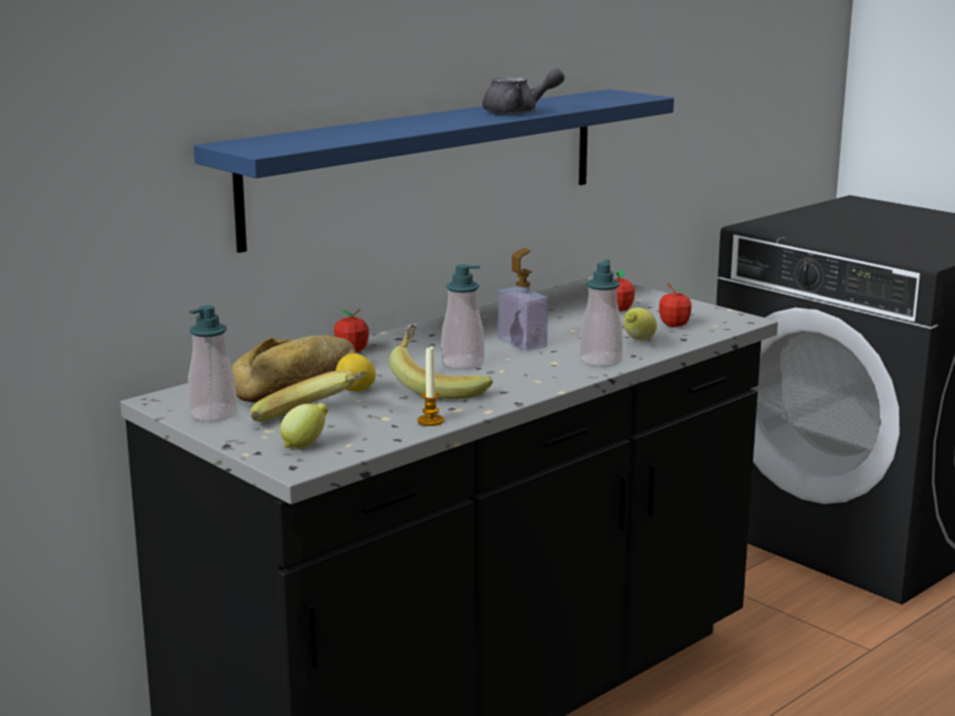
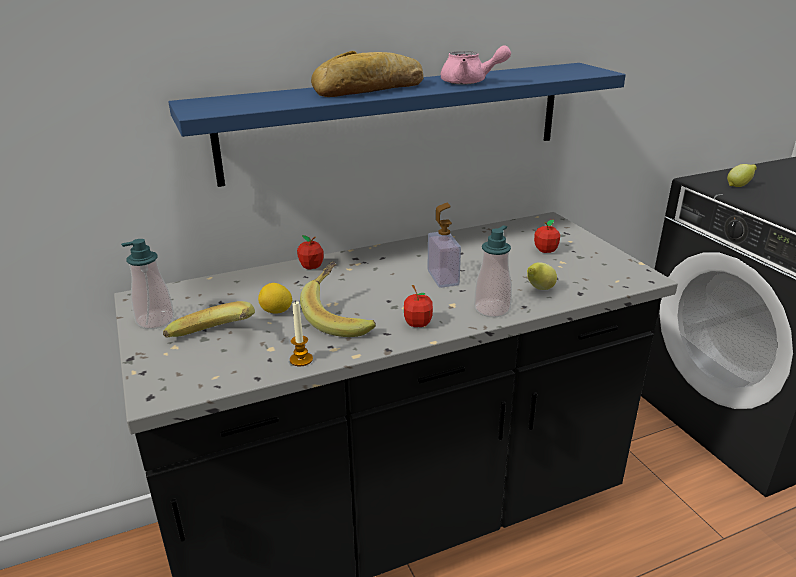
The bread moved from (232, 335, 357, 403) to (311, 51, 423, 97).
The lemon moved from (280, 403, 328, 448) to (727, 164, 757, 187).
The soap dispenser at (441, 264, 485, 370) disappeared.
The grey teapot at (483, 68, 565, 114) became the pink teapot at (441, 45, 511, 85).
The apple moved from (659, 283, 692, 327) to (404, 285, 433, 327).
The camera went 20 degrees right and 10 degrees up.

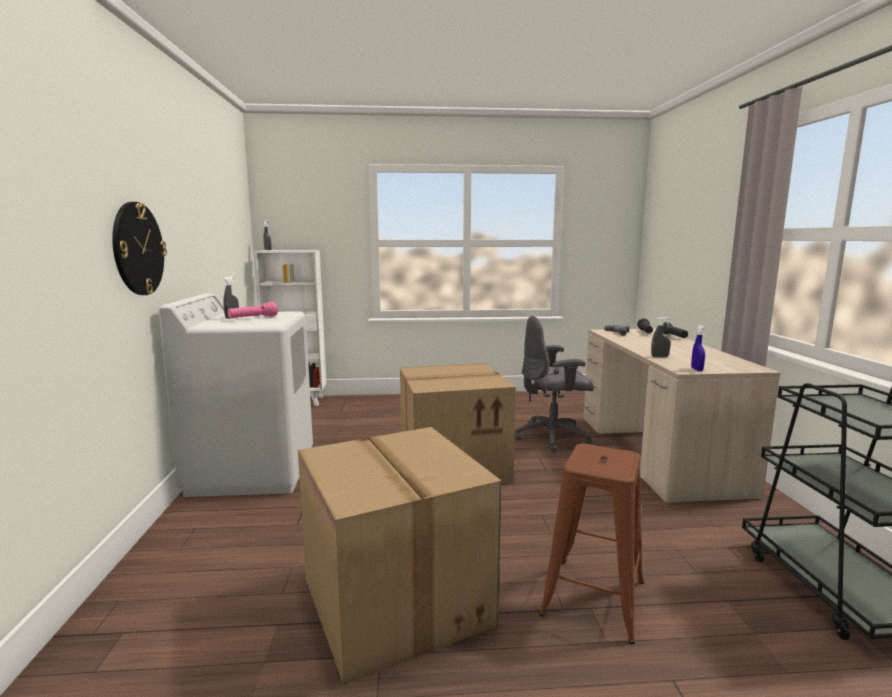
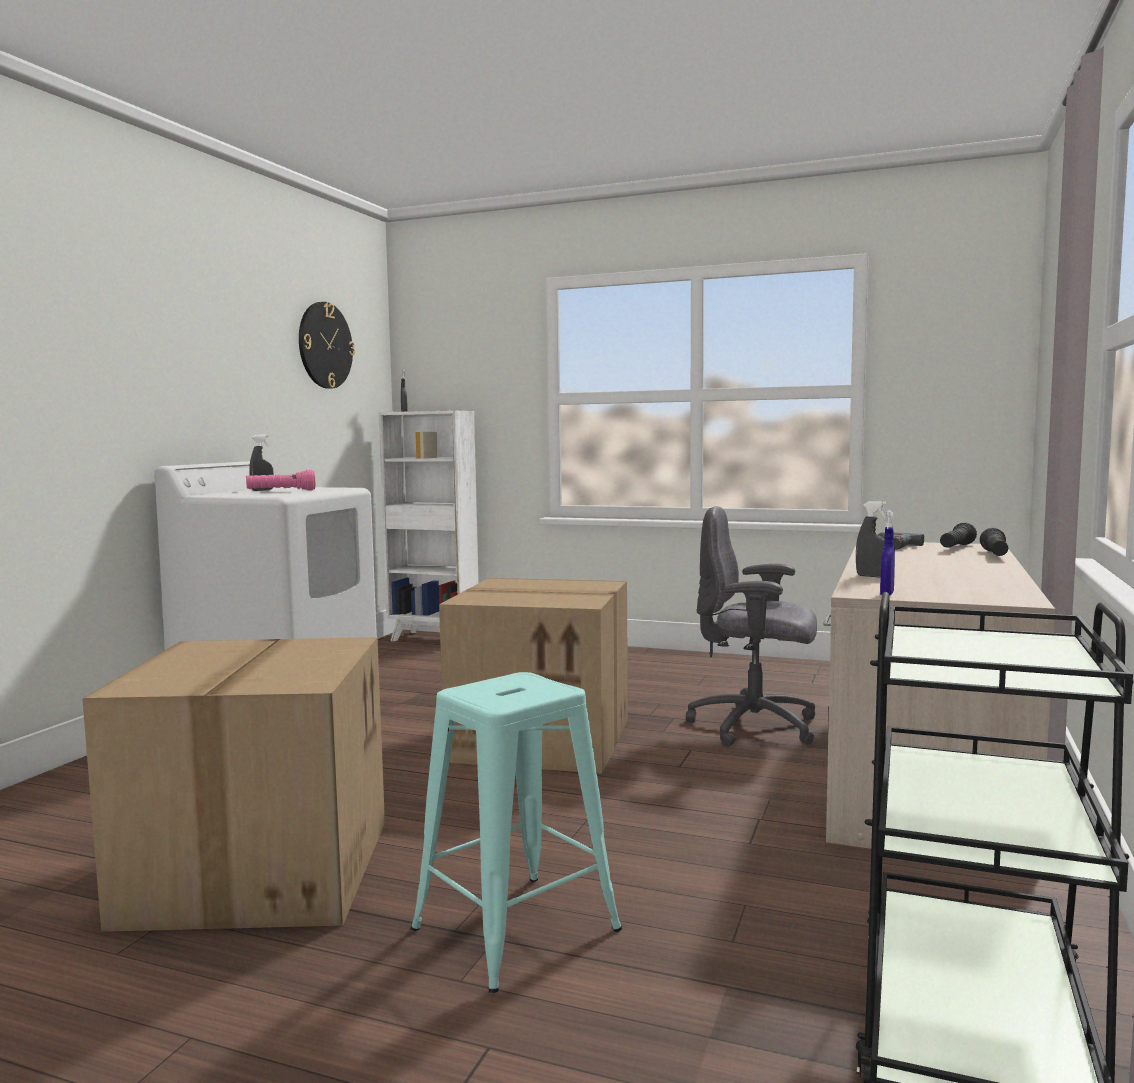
The wall clock moved from (112, 202, 167, 295) to (299, 302, 355, 389).
The brown stool at (539, 443, 644, 644) became the turquoise stool at (411, 672, 622, 993).
The camera went 25 degrees right and 5 degrees down.

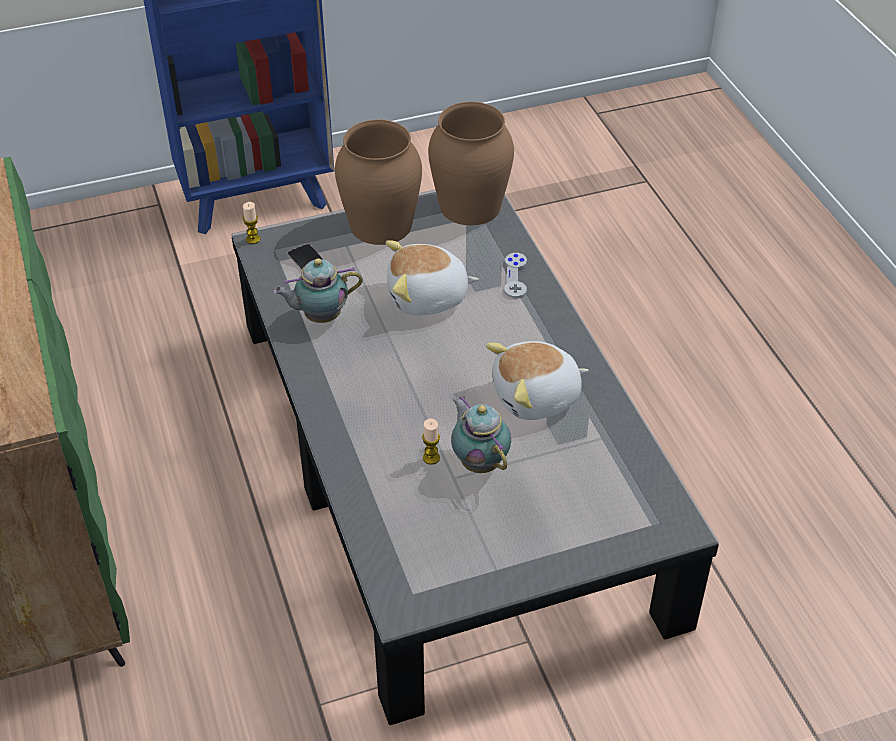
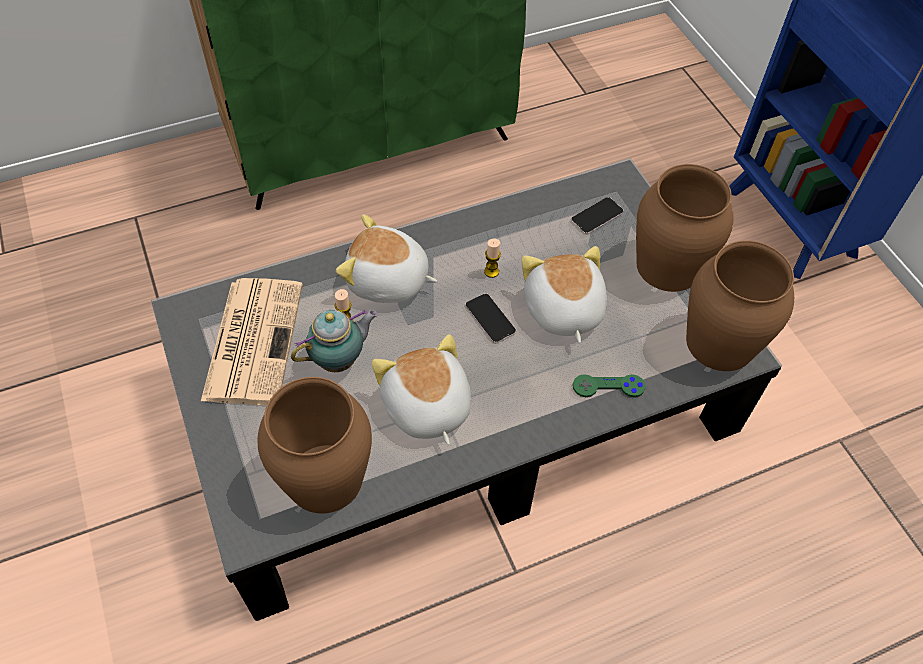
The candle moved from (243, 202, 260, 244) to (484, 239, 501, 278).
The teapot at (273, 258, 363, 323) disappeared.
The grey game controller at (504, 253, 527, 298) became the green game controller at (573, 374, 646, 397).
The newspaper at (201, 278, 303, 405) appeared.
The brown vase at (258, 377, 372, 514) appeared.
The plush toy at (336, 214, 437, 303) appeared.
The phone at (465, 293, 516, 343) appeared.
The camera went 85 degrees right and 10 degrees up.

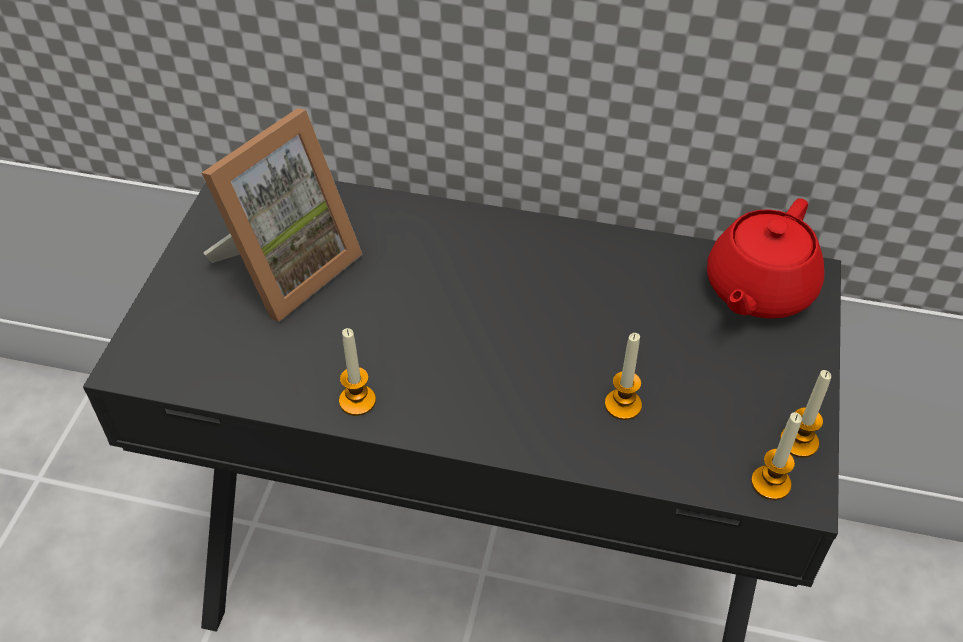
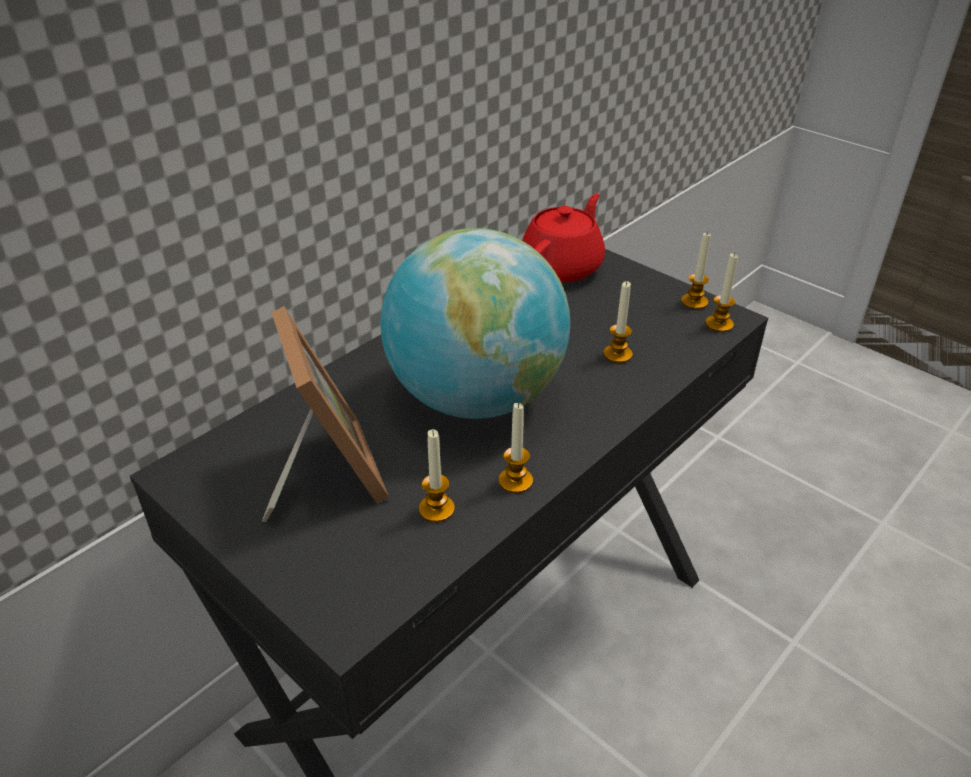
The red teapot at (707, 198, 824, 319) turned 120 degrees counterclockwise.
The globe at (380, 228, 570, 419) appeared.
The candle at (419, 429, 455, 522) appeared.
The camera went 60 degrees left and 10 degrees down.

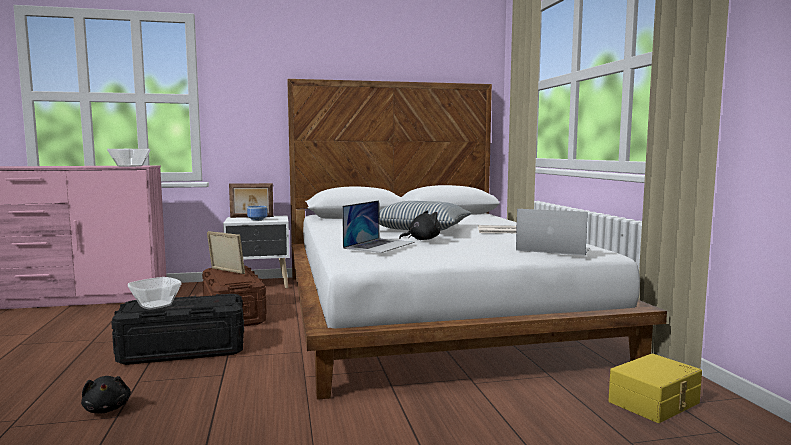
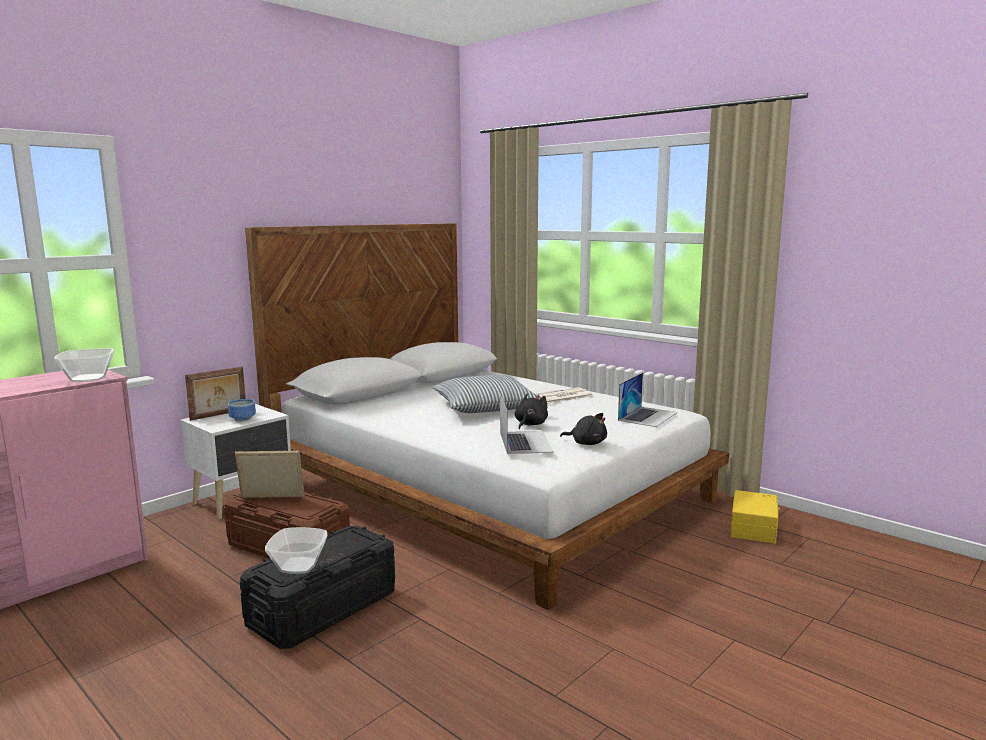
The black plush toy moved from (81, 376, 131, 413) to (560, 413, 607, 445).
The laptop at (516, 209, 589, 256) turned 135 degrees clockwise.
The camera went 35 degrees left and 5 degrees up.

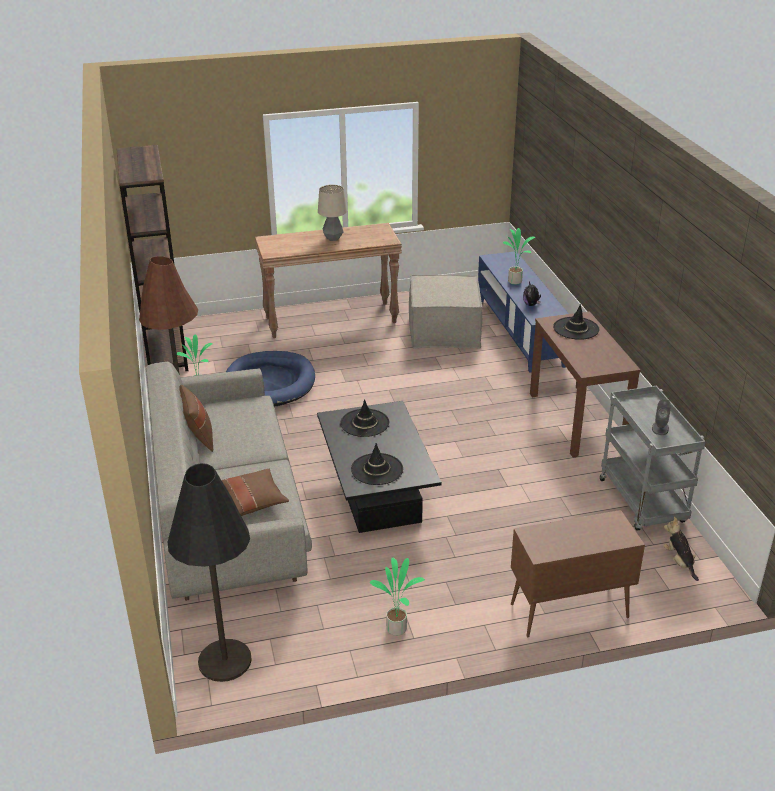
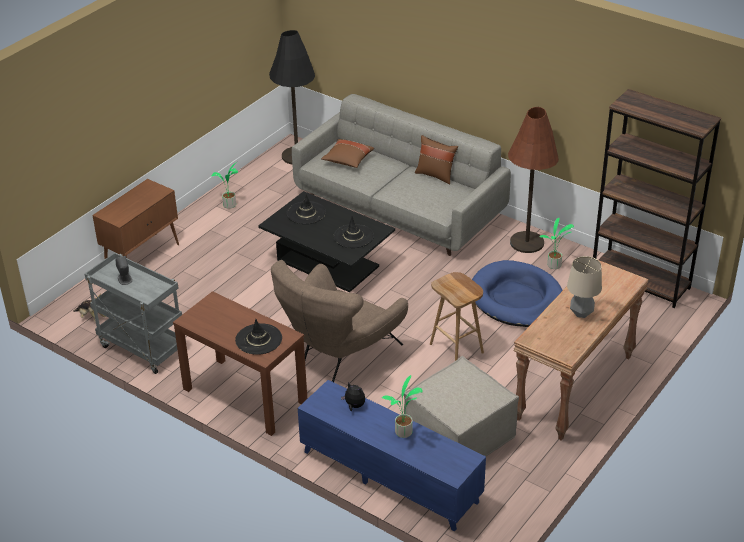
The brown armchair at (271, 260, 408, 382) appeared.
The brown stool at (430, 272, 484, 361) appeared.
The camera went 140 degrees right and 5 degrees up.

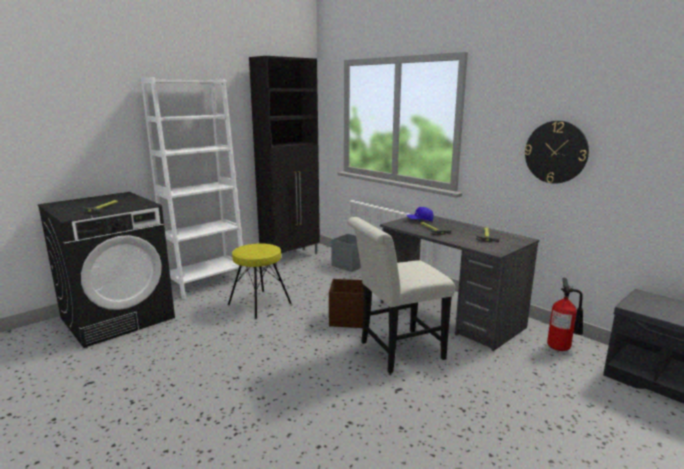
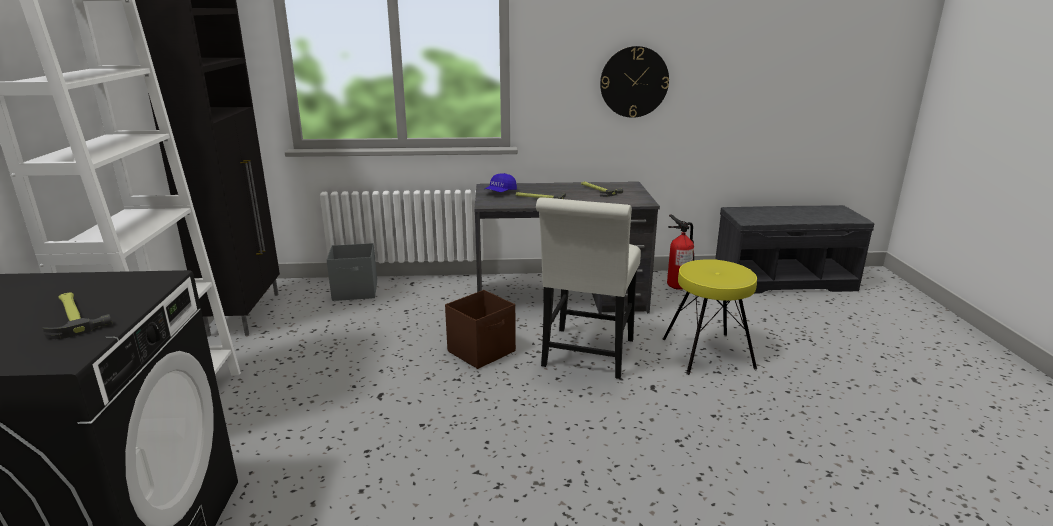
The yellow stool moved from (228, 243, 292, 319) to (662, 259, 757, 375).
The camera went 50 degrees left and 5 degrees up.

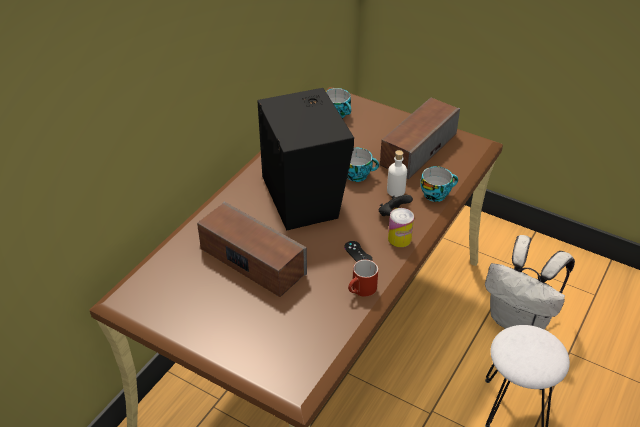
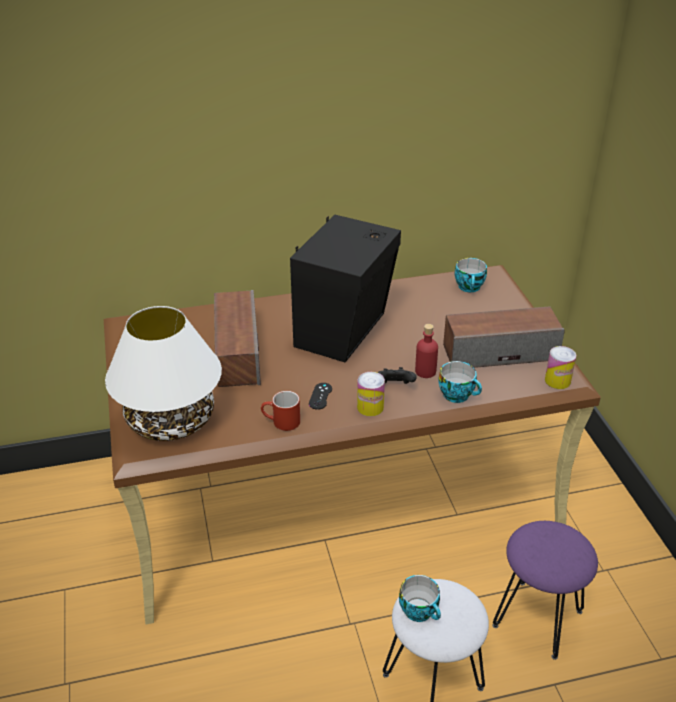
The cup moved from (347, 148, 379, 182) to (399, 575, 441, 622).
The white bottle at (387, 150, 407, 197) became the red bottle at (415, 324, 438, 378).
The white backpack at (485, 235, 575, 329) was replaced by the purple stool at (493, 521, 598, 660).
The white table lamp at (105, 306, 222, 441) appeared.
The can at (545, 346, 576, 389) appeared.
The camera went 45 degrees right and 5 degrees down.

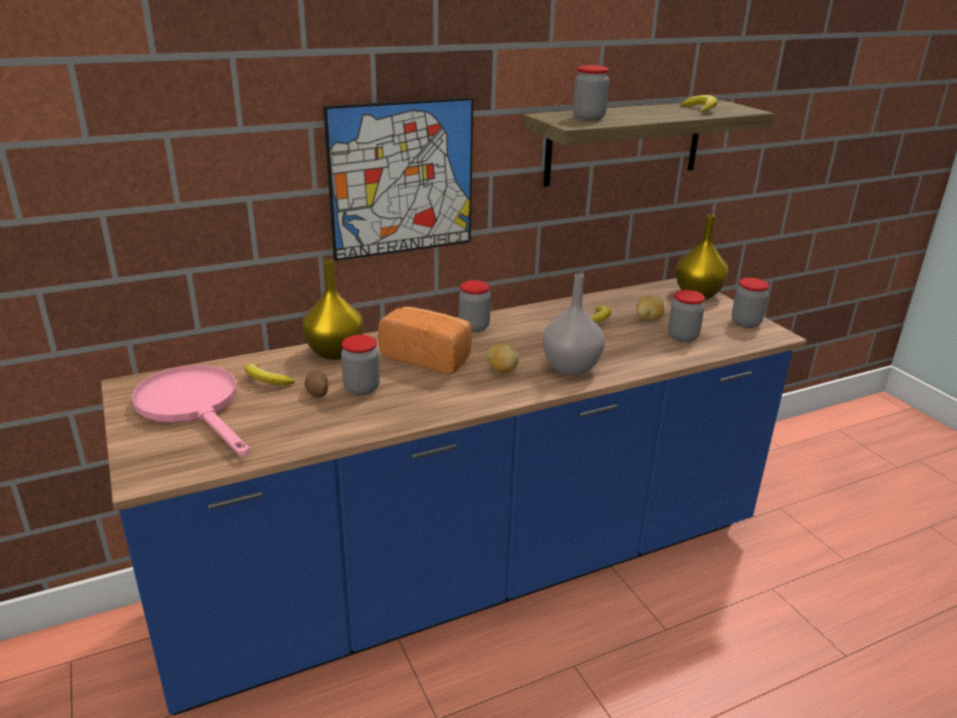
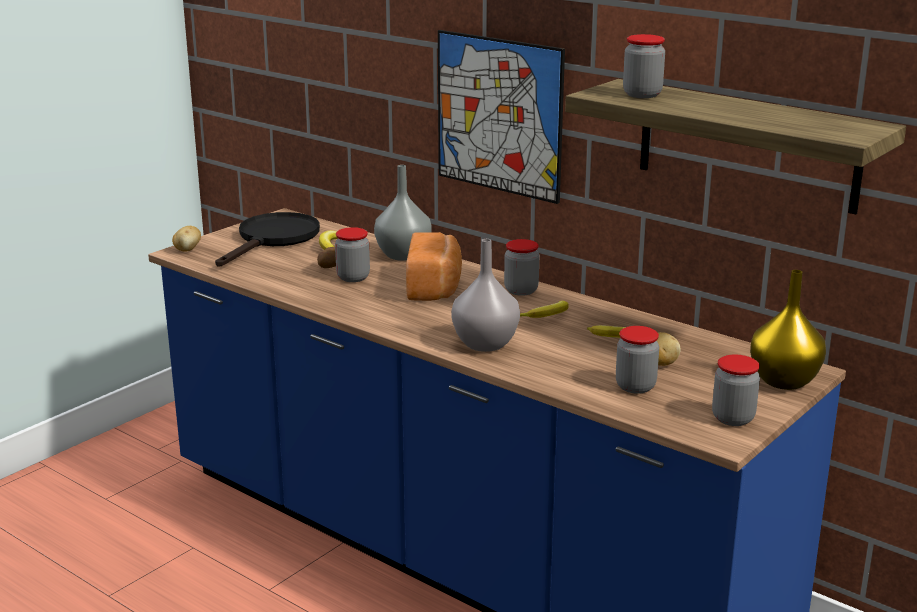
The pink frying pan at (132, 365, 250, 456) became the black frying pan at (215, 212, 320, 267).
The yellow vase at (302, 259, 364, 360) became the grey vase at (374, 165, 432, 261).
The potato moved from (486, 343, 519, 373) to (172, 226, 201, 252).
The banana moved from (682, 95, 717, 112) to (520, 301, 569, 318).
The camera went 65 degrees right and 5 degrees down.

